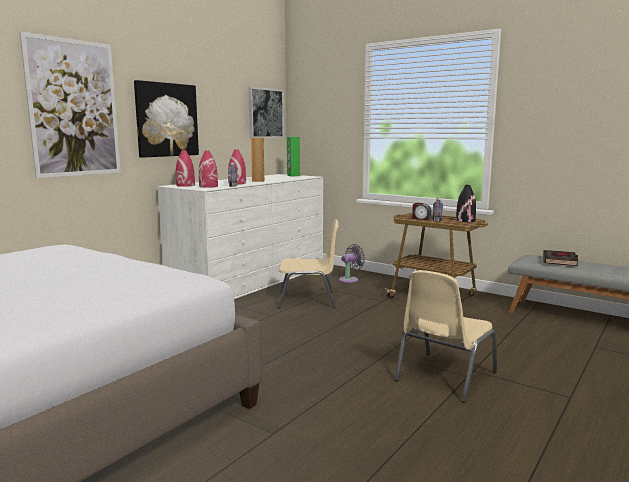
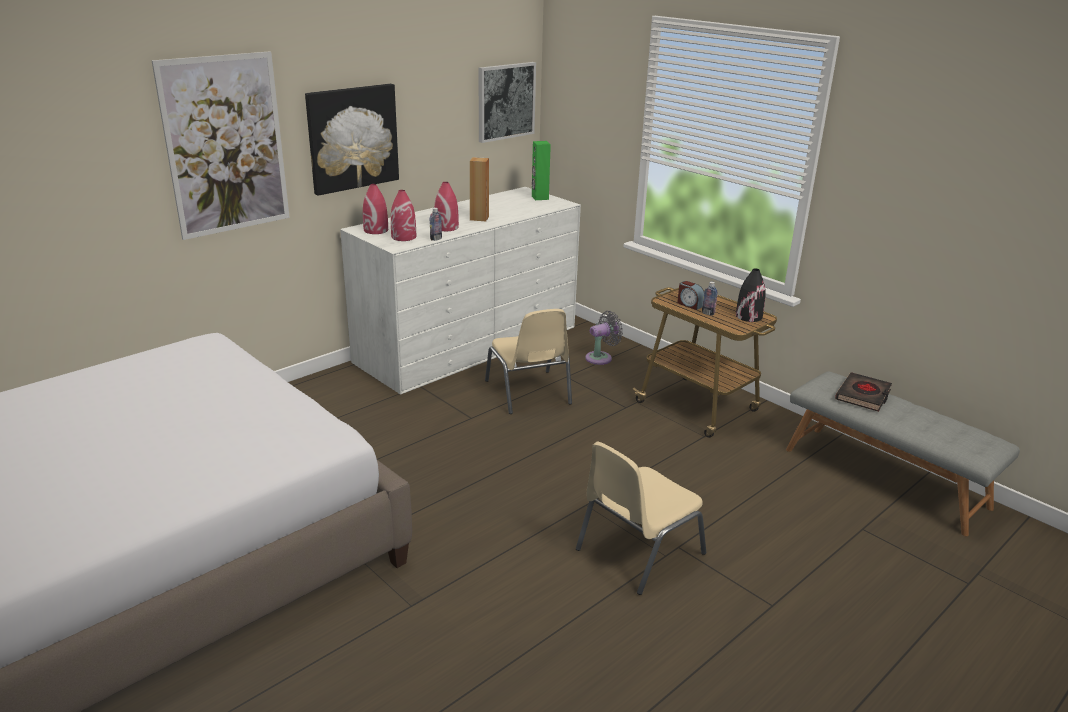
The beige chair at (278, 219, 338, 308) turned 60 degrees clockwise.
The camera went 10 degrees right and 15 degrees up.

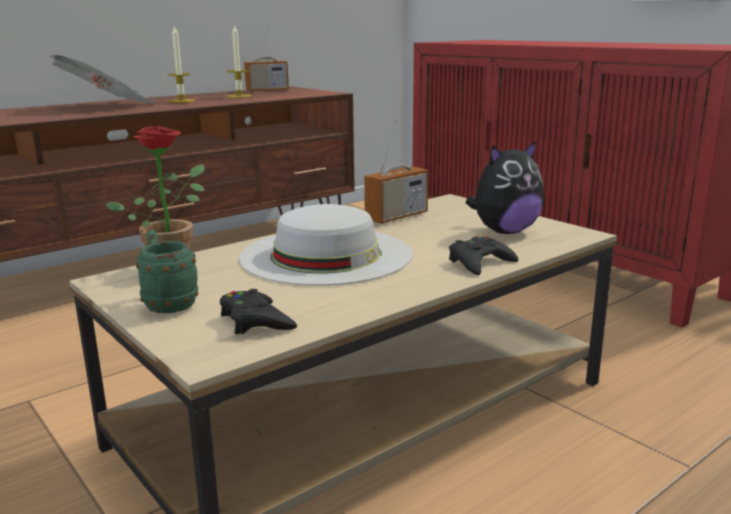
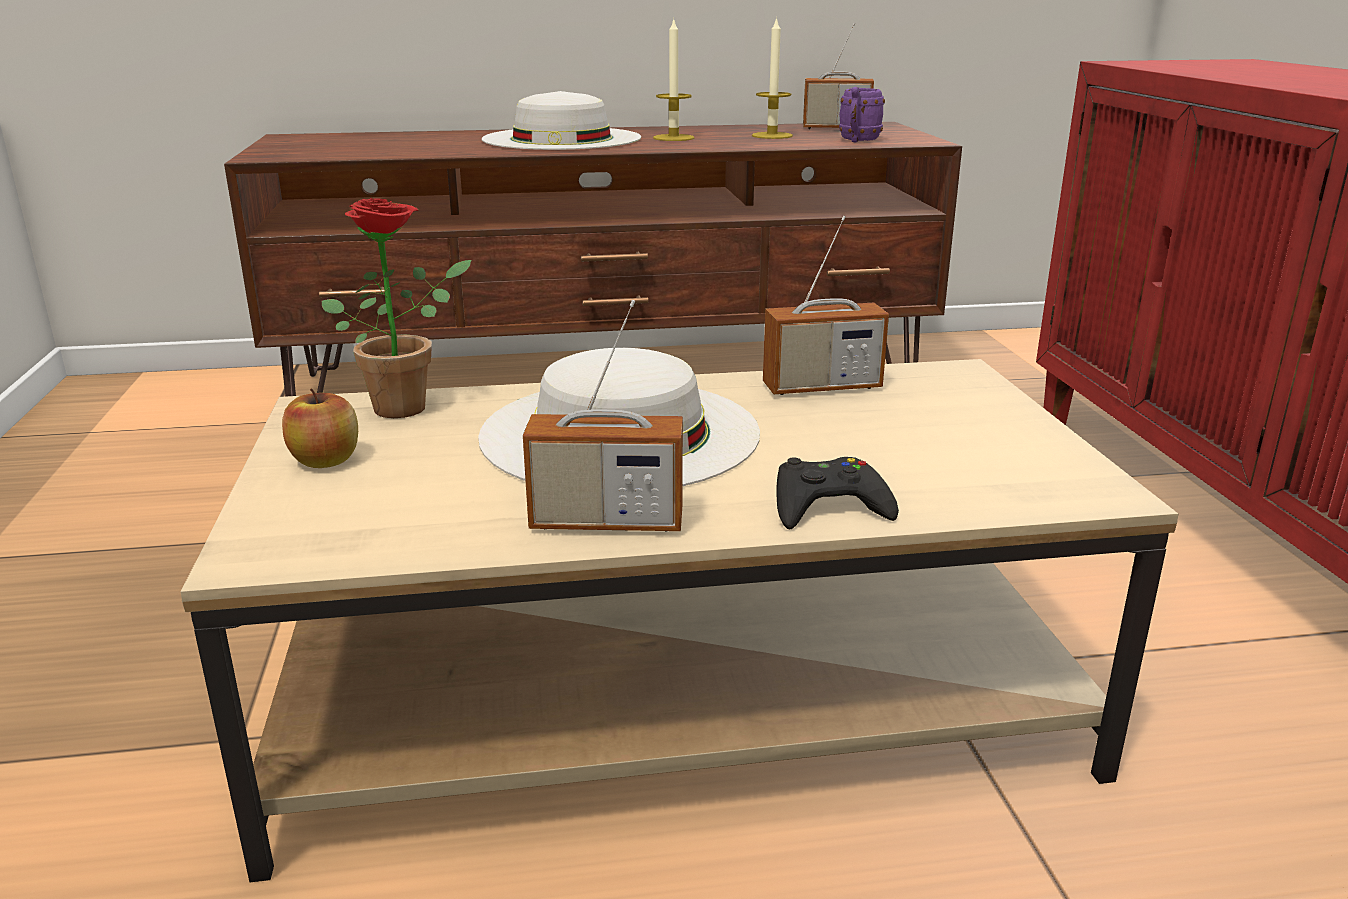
The newspaper at (50, 55, 155, 103) was replaced by the white hat at (482, 91, 641, 150).
The green mug at (136, 230, 198, 313) was replaced by the apple at (282, 388, 358, 468).
The black game controller at (220, 289, 297, 334) disappeared.
The plush toy at (465, 141, 544, 234) disappeared.
The radio at (523, 300, 683, 531) appeared.
The purple mug at (839, 87, 885, 142) appeared.
The camera went 30 degrees right and 5 degrees up.

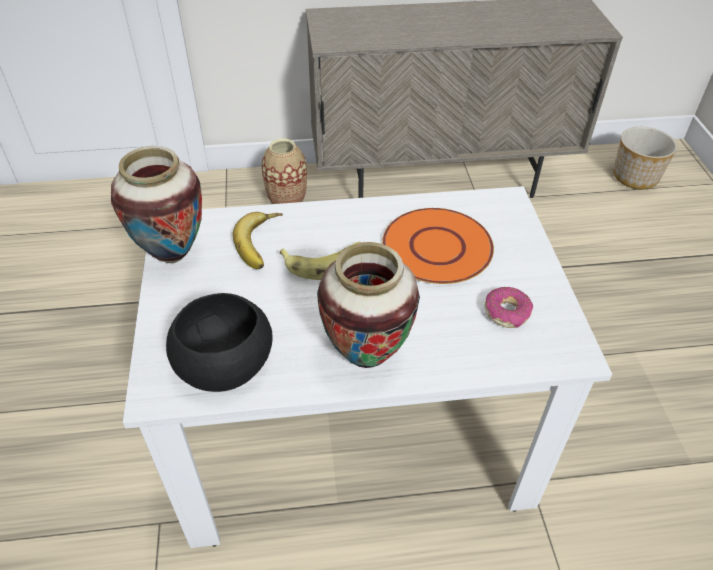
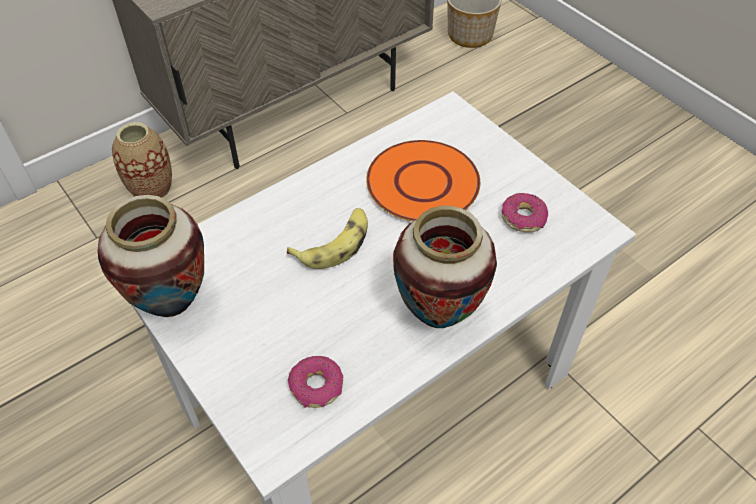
The black bowl at (166, 293, 273, 392) was replaced by the donut at (288, 356, 343, 408).
The banana at (233, 212, 283, 269) disappeared.
The camera went 30 degrees left and 5 degrees up.

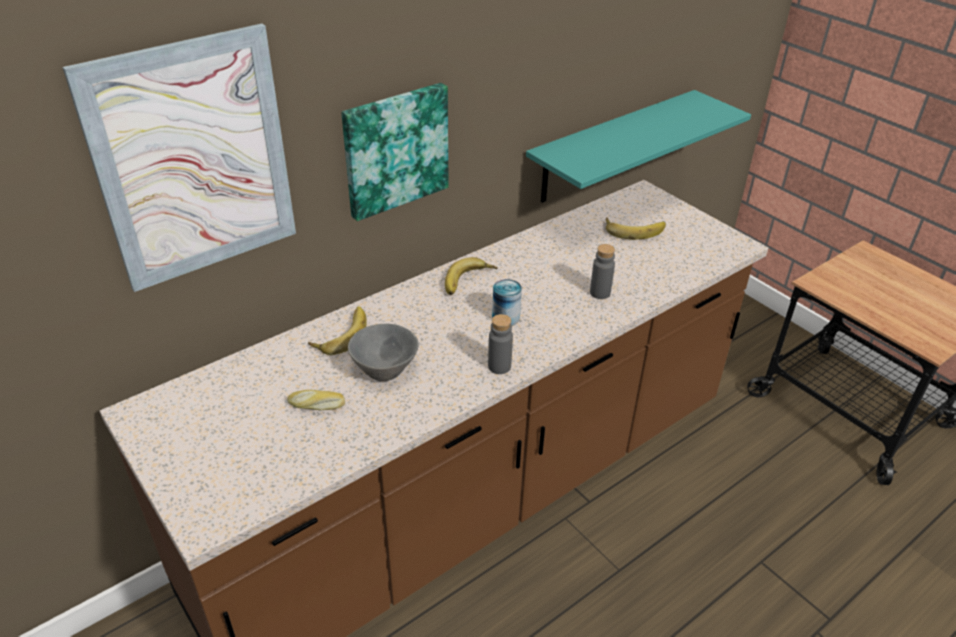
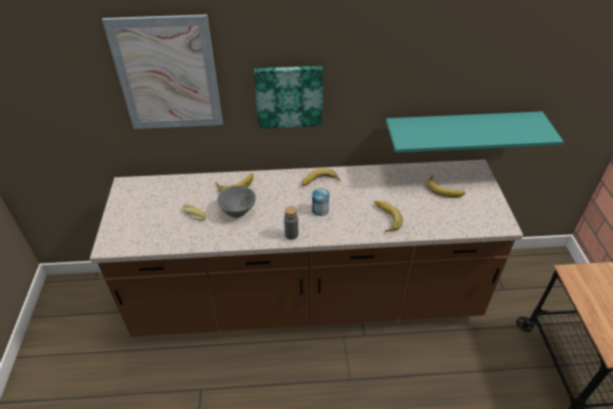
The grey bottle at (590, 244, 615, 299) was replaced by the banana at (374, 200, 403, 232).
The camera went 35 degrees right and 5 degrees up.

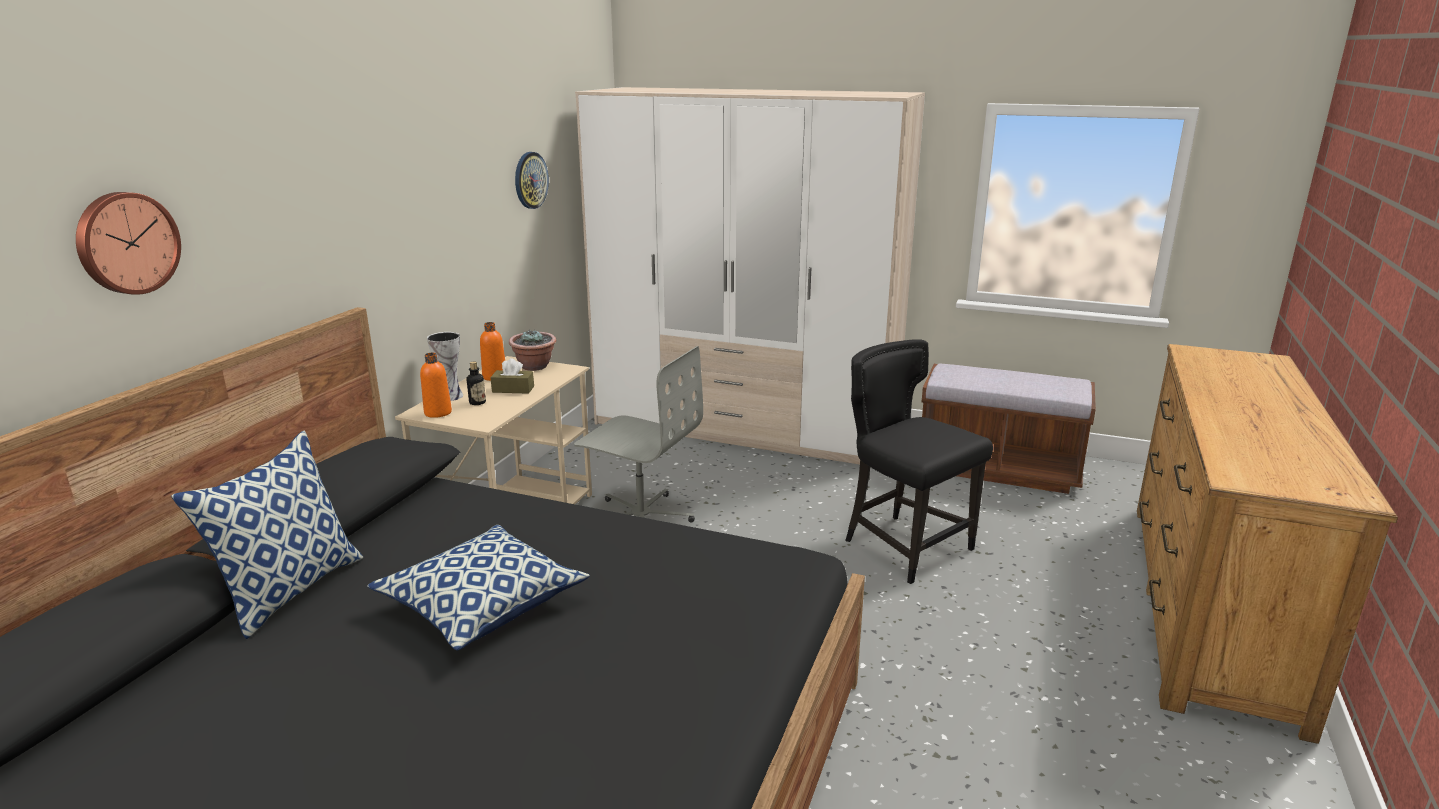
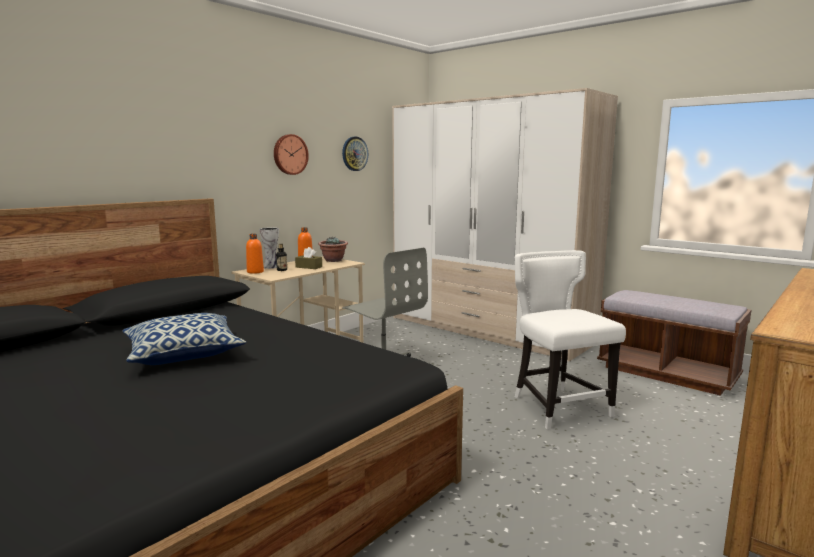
The wall clock moved from (76, 192, 181, 295) to (274, 134, 309, 175).
The pillow at (171, 431, 363, 639) disappeared.
The black chair at (845, 339, 993, 584) became the white chair at (515, 250, 626, 429).
The camera went 20 degrees right and 10 degrees down.

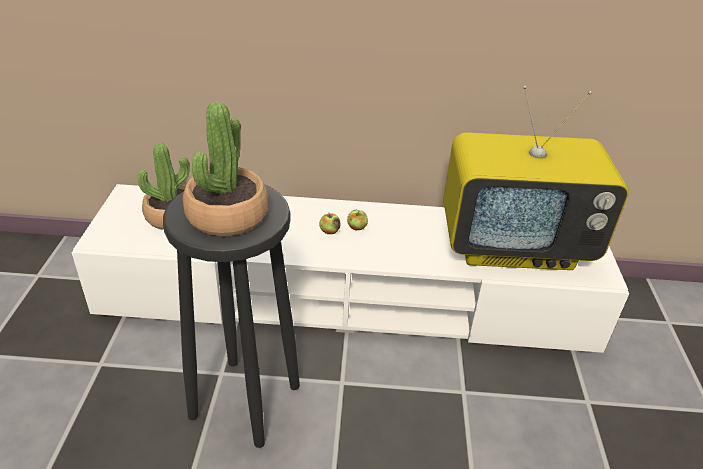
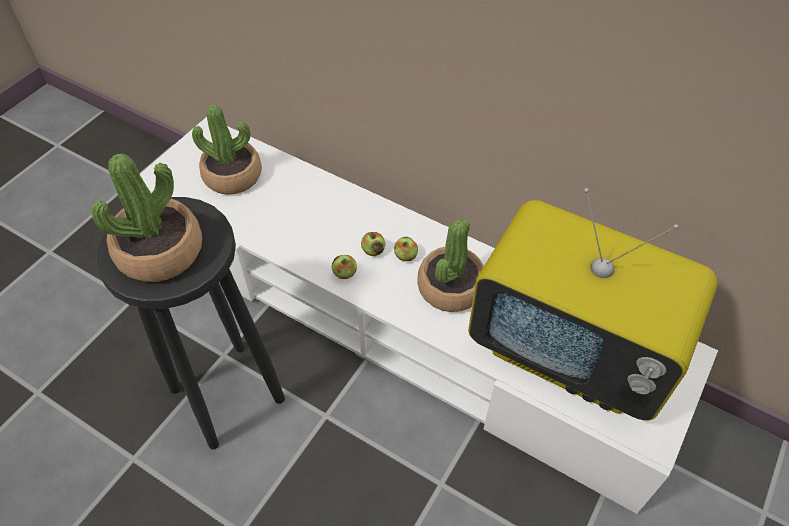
The apple at (332, 255, 357, 279) appeared.
The potted plant at (417, 220, 484, 312) appeared.
The camera went 30 degrees right and 15 degrees up.

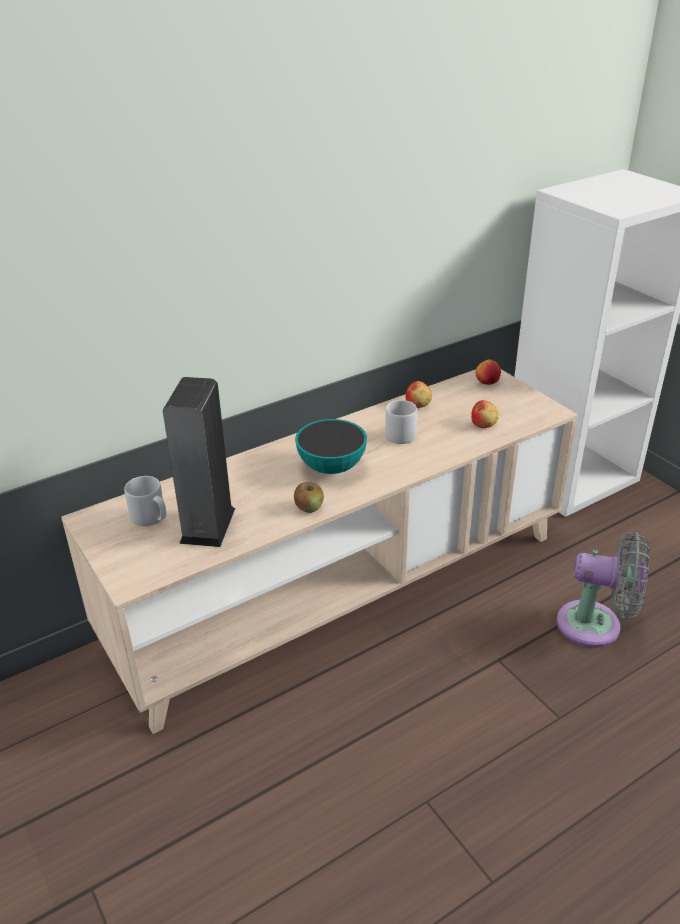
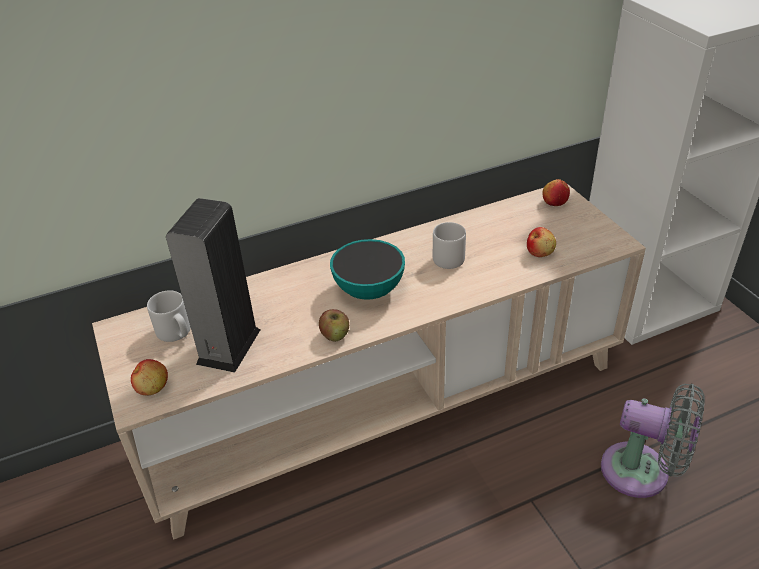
The apple moved from (406, 381, 432, 408) to (131, 359, 168, 396).
The camera went 10 degrees right and 5 degrees up.

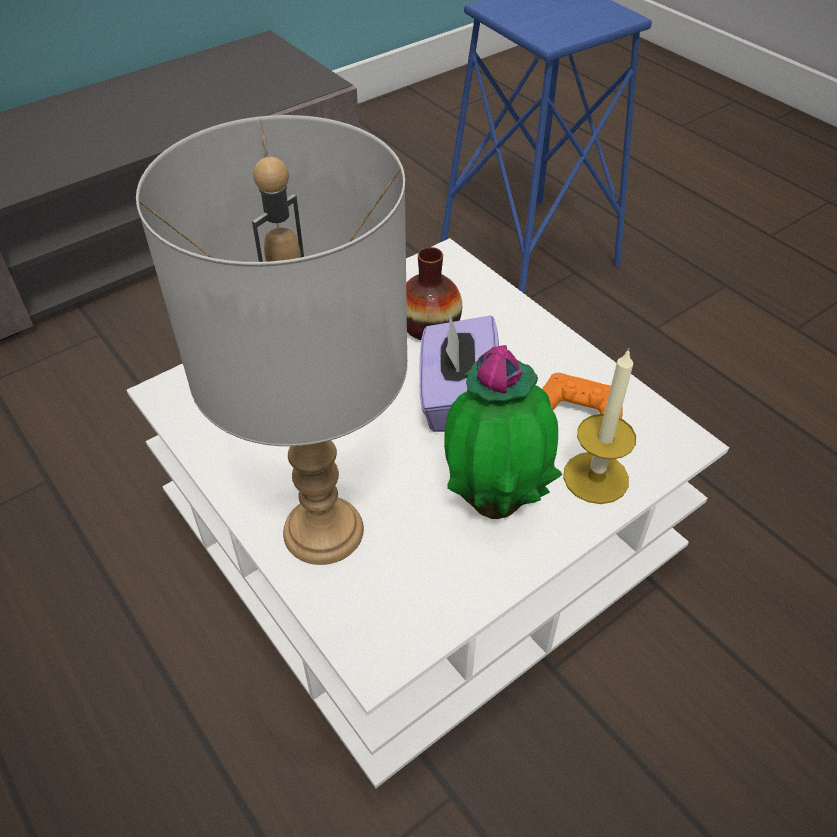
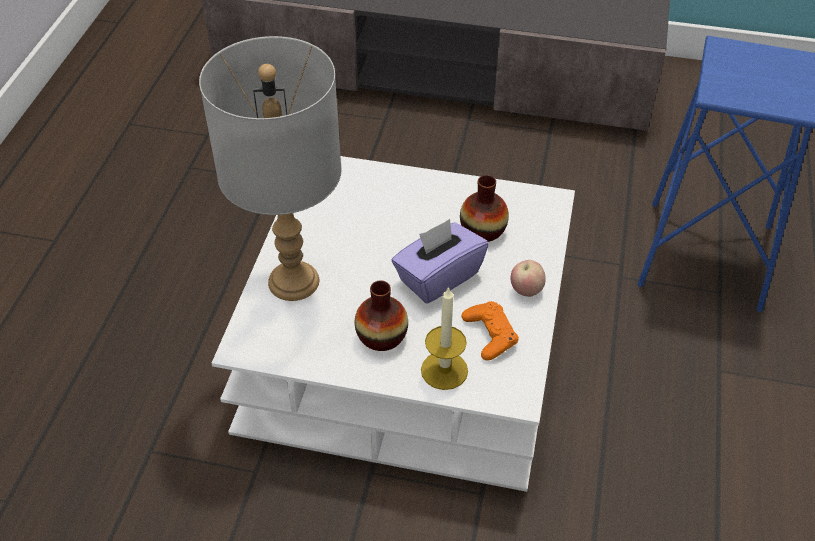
The potted plant at (444, 345, 563, 519) was replaced by the vase at (355, 280, 408, 351).
The apple at (510, 260, 546, 297) appeared.
The camera went 50 degrees right and 0 degrees up.

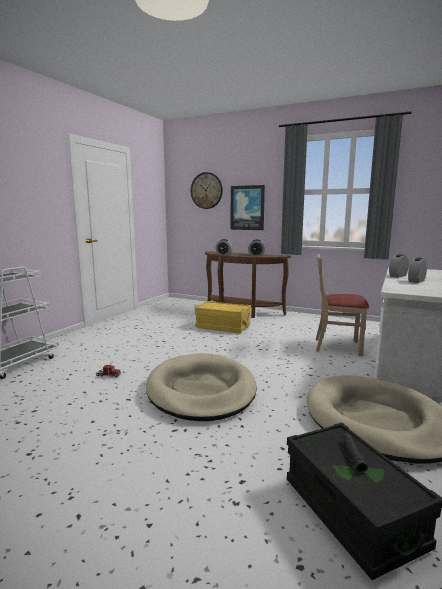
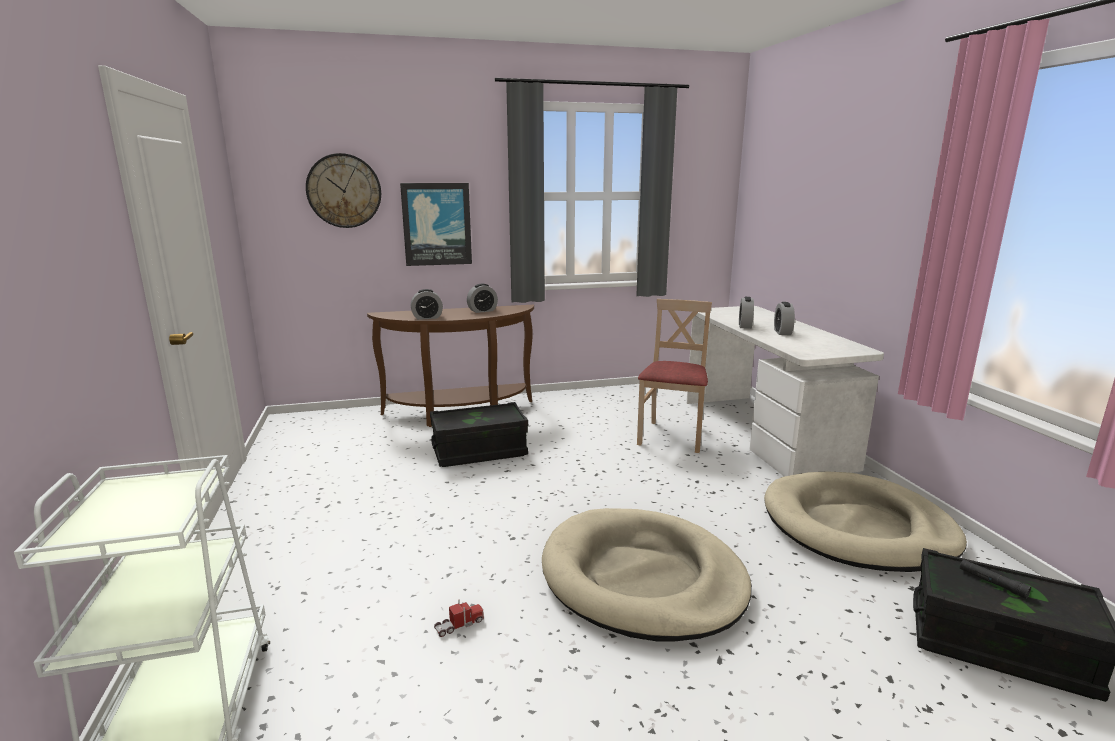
The yellow storage box at (195, 301, 251, 333) became the black storage box at (430, 402, 528, 467).
The beige chair at (316, 254, 369, 356) turned 135 degrees clockwise.
The camera went 40 degrees left and 5 degrees up.

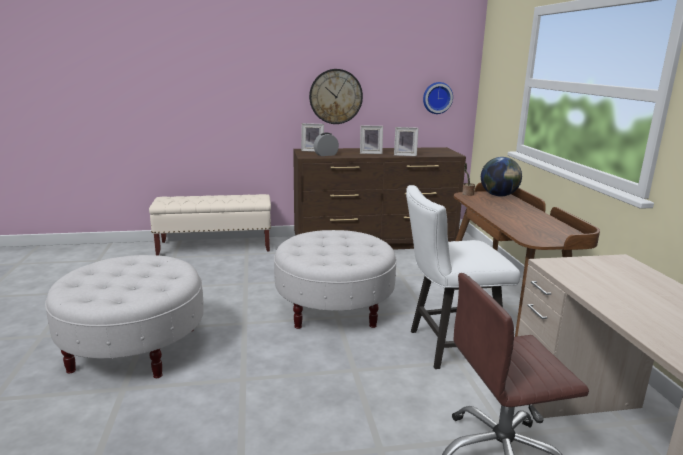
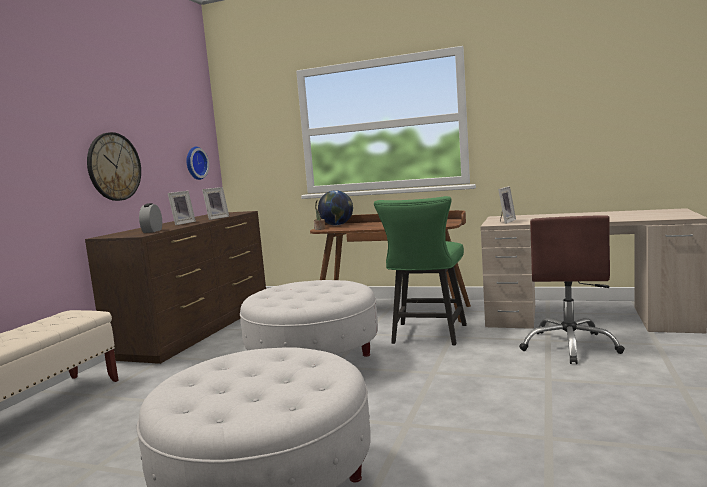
The picture frame moved from (301, 123, 324, 152) to (498, 186, 516, 224).
The white chair at (406, 185, 521, 369) became the green chair at (374, 196, 467, 345).
The camera went 60 degrees left and 10 degrees down.

